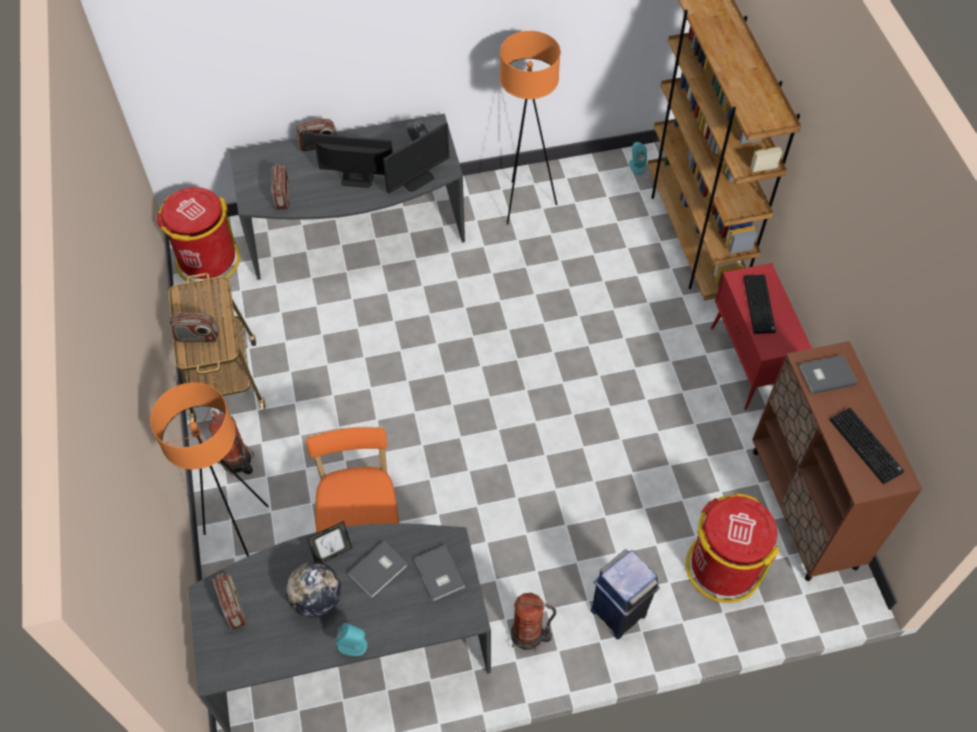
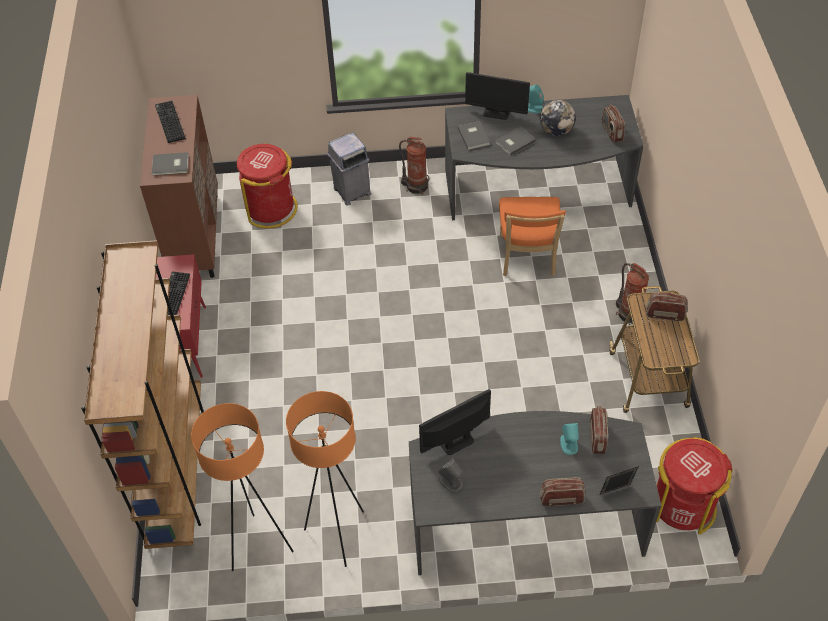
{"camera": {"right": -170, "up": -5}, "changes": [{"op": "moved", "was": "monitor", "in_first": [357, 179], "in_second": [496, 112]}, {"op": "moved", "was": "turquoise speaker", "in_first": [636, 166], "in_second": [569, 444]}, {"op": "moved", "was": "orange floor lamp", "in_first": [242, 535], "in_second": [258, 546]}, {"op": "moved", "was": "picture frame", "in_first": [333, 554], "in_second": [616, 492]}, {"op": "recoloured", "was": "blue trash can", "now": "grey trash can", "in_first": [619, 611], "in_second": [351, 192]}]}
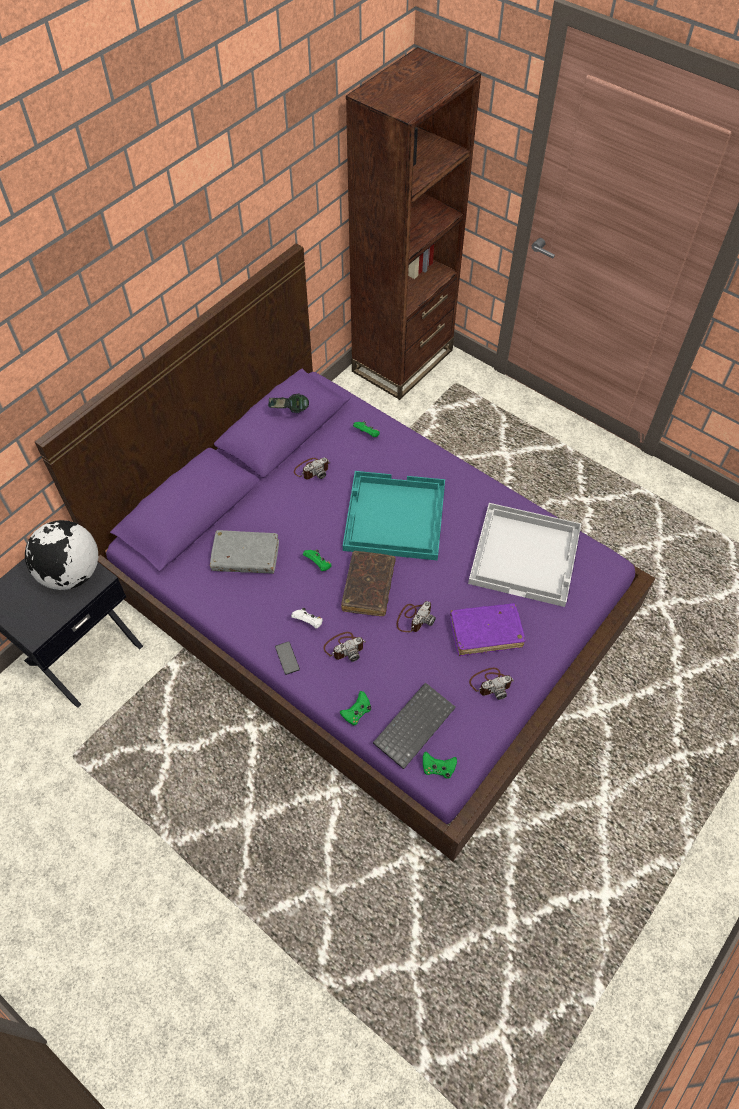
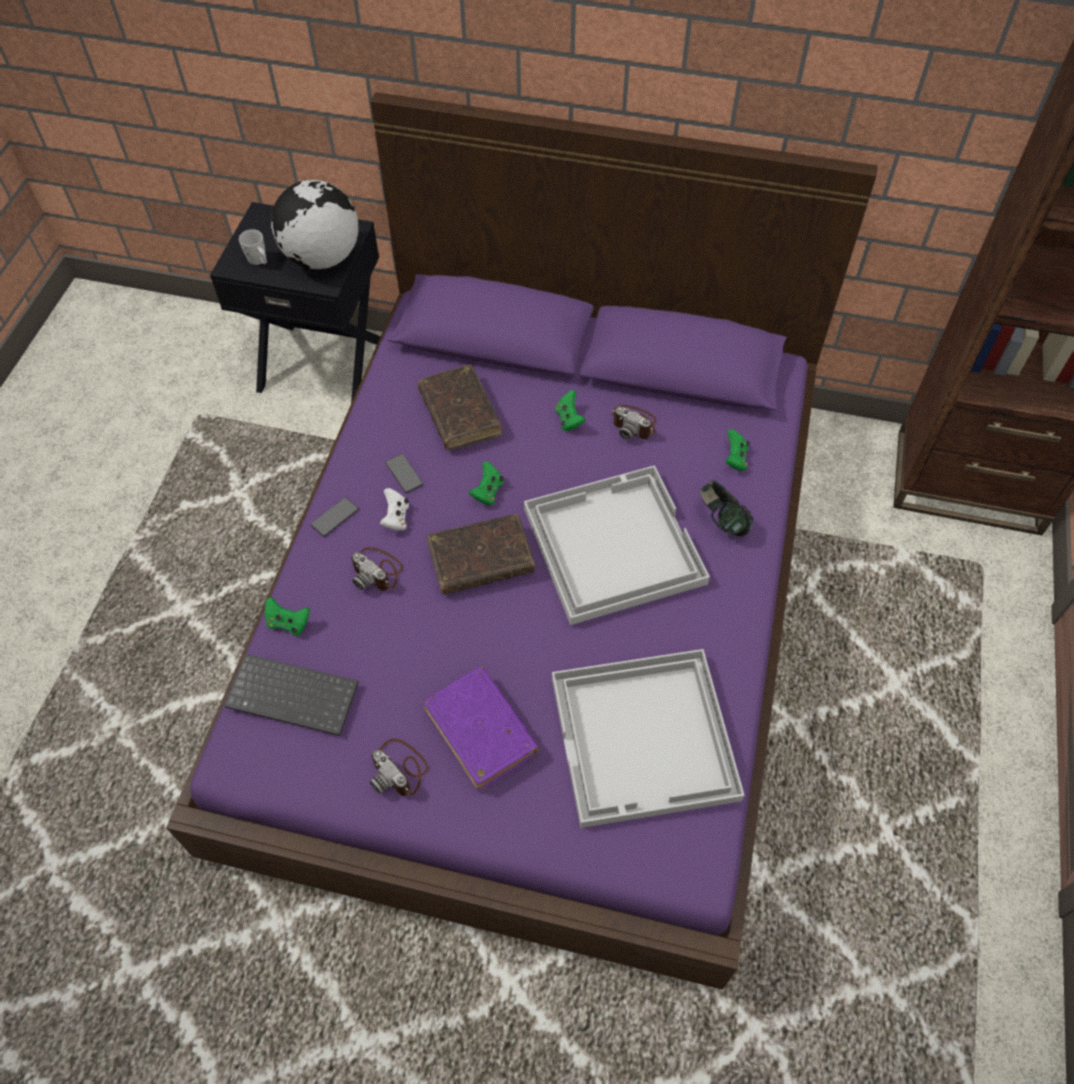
{"camera": {"right": 65, "up": 0}, "changes": [{"op": "moved", "was": "headphones", "in_first": [289, 412], "in_second": [722, 520]}, {"op": "recoloured", "was": "turquoise tray", "now": "white tray", "in_first": [393, 517], "in_second": [611, 545]}, {"op": "recoloured", "was": "grey book", "now": "brown book", "in_first": [245, 556], "in_second": [459, 414]}, {"op": "removed", "was": "photo camera", "in_first": [414, 618]}, {"op": "moved", "was": "green game controller", "in_first": [438, 768], "in_second": [569, 419]}, {"op": "added", "now": "white mug", "in_second": [259, 261]}, {"op": "added", "now": "phone", "in_second": [404, 474]}]}
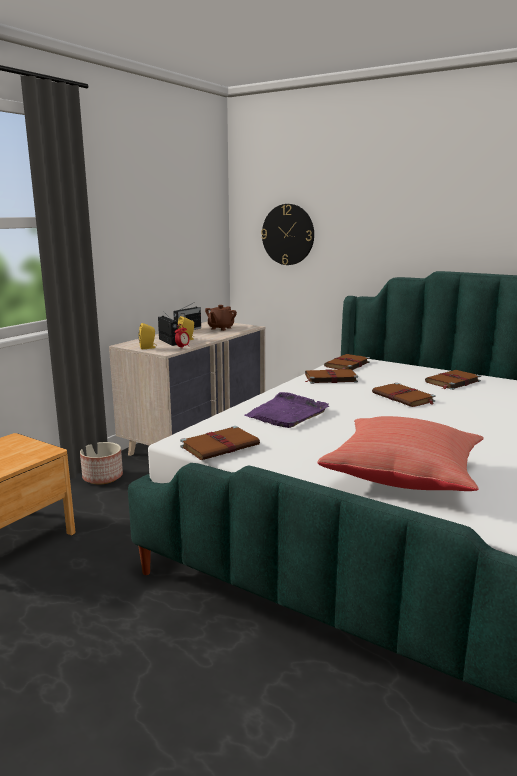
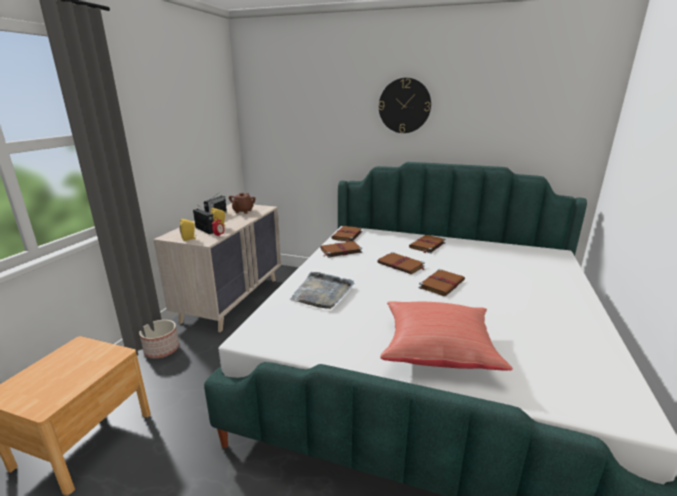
{"camera": {"right": -15, "up": 5}, "changes": [{"op": "moved", "was": "wall clock", "in_first": [288, 234], "in_second": [404, 106]}, {"op": "recoloured", "was": "purple tray", "now": "grey tray", "in_first": [287, 413], "in_second": [322, 292]}, {"op": "moved", "was": "brown book", "in_first": [221, 446], "in_second": [442, 284]}]}
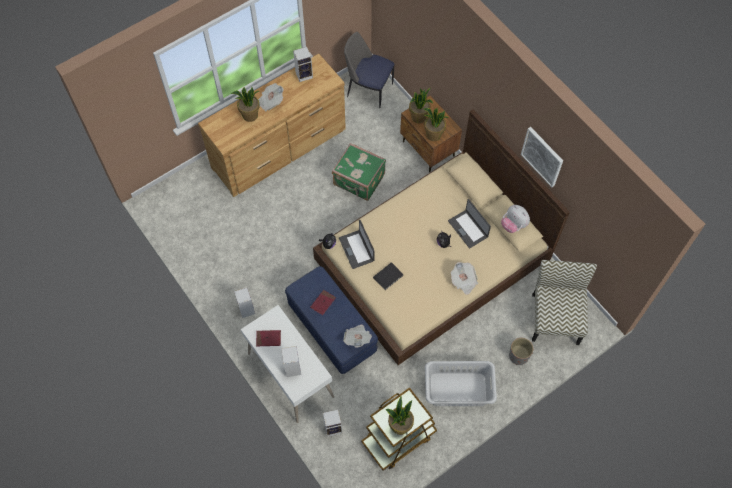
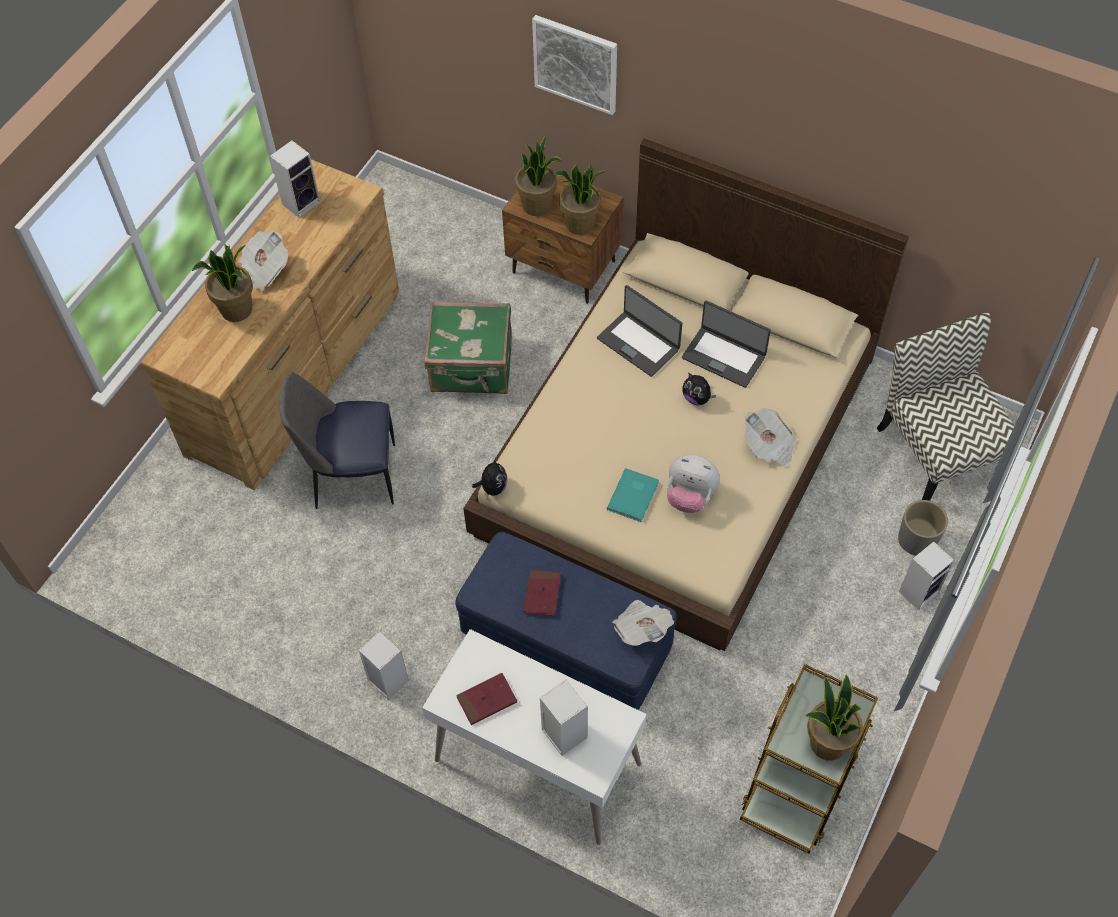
{"camera": {"right": -25, "up": -5}, "changes": [{"op": "moved", "was": "chair", "in_first": [368, 89], "in_second": [352, 475]}, {"op": "moved", "was": "picture", "in_first": [542, 156], "in_second": [576, 63]}, {"op": "moved", "was": "plush toy", "in_first": [513, 225], "in_second": [690, 496]}, {"op": "moved", "was": "laptop", "in_first": [357, 249], "in_second": [639, 343]}, {"op": "recoloured", "was": "black book", "now": "turquoise book", "in_first": [389, 276], "in_second": [634, 496]}, {"op": "removed", "was": "grey laundry basket", "in_first": [458, 389]}, {"op": "moved", "was": "speaker", "in_first": [333, 428], "in_second": [919, 591]}]}
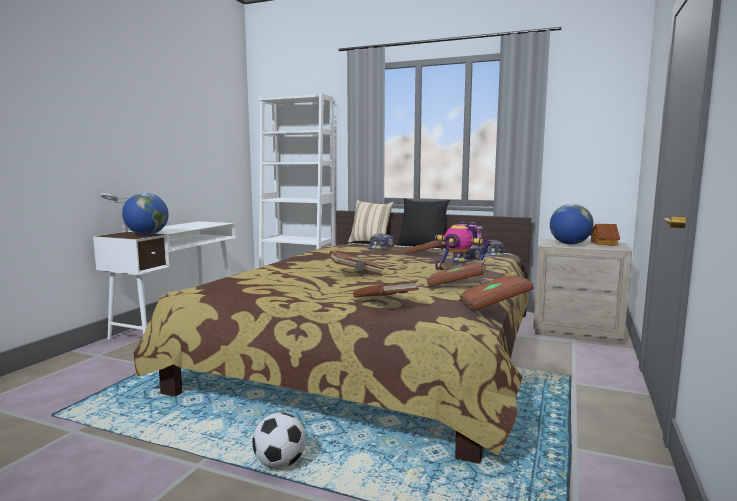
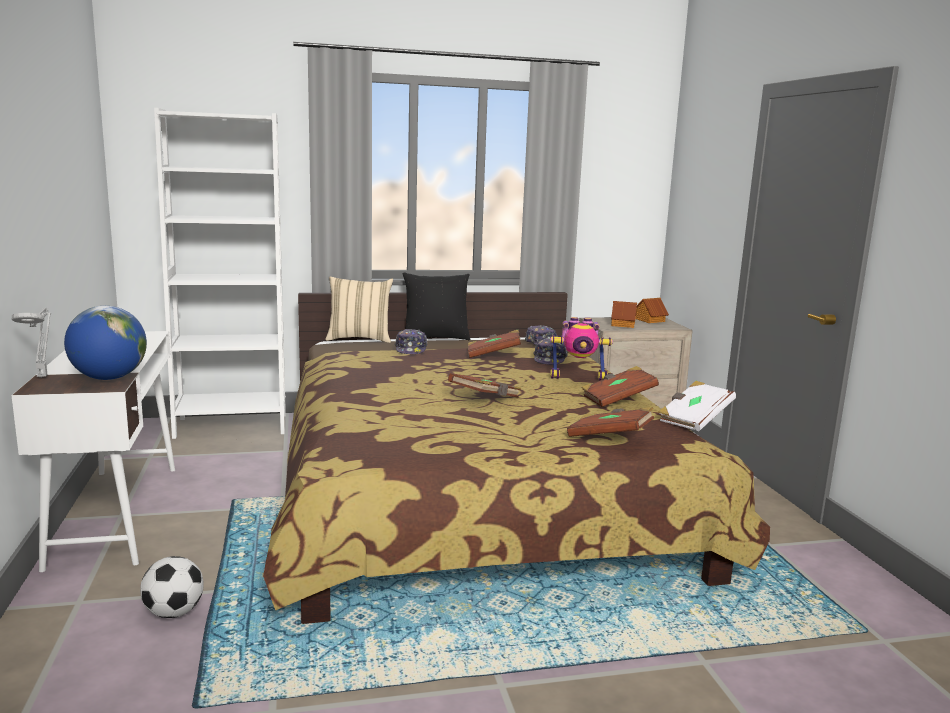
{"camera": {"right": -35, "up": 5}, "changes": [{"op": "replaced", "was": "globe", "now": "toy house", "in_first": [570, 244], "in_second": [623, 324]}, {"op": "recoloured", "was": "brown book", "now": "white book", "in_first": [492, 304], "in_second": [694, 420]}, {"op": "moved", "was": "football", "in_first": [280, 463], "in_second": [174, 613]}]}
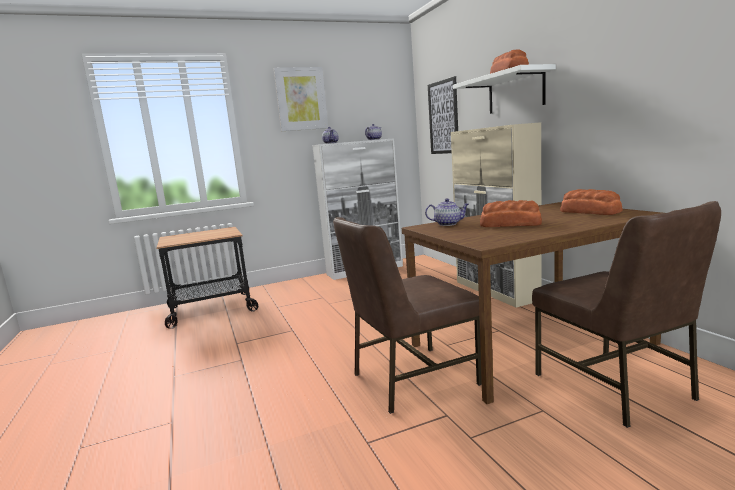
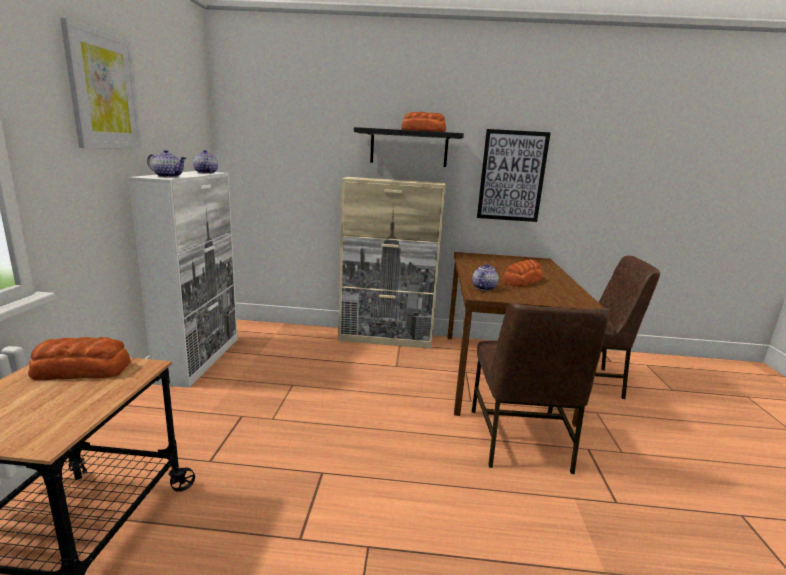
{"camera": {"right": -65, "up": 5}, "changes": [{"op": "recoloured", "was": "white shelf", "now": "black shelf", "in_first": [515, 92], "in_second": [409, 148]}, {"op": "moved", "was": "picture", "in_first": [443, 117], "in_second": [512, 176]}, {"op": "moved", "was": "bread", "in_first": [589, 212], "in_second": [81, 370]}]}
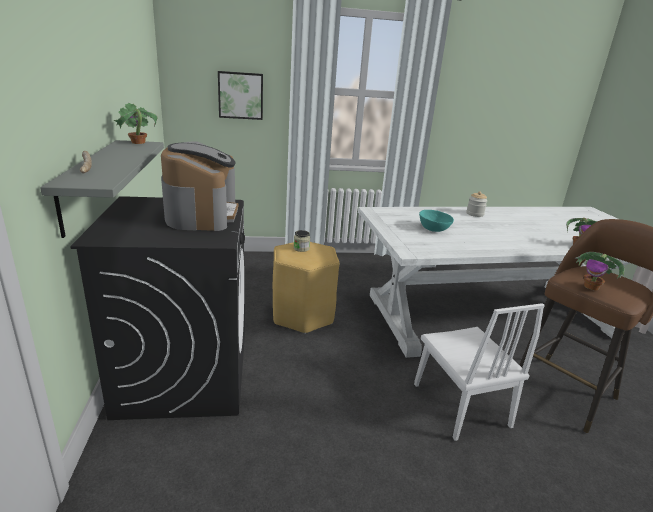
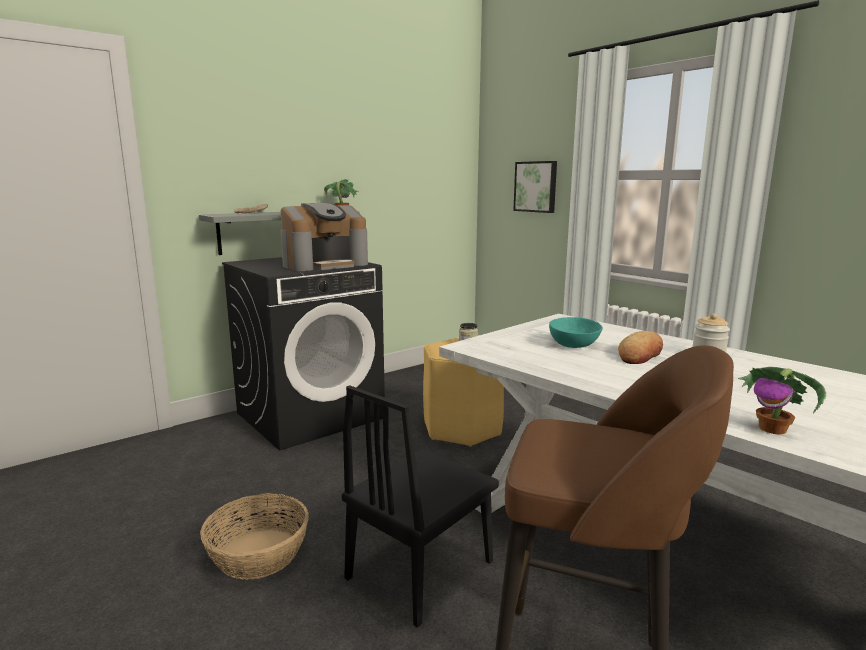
{"camera": {"right": 60, "up": -10}, "changes": [{"op": "removed", "was": "potted plant", "in_first": [591, 287]}, {"op": "recoloured", "was": "white chair", "now": "black chair", "in_first": [460, 404], "in_second": [420, 569]}, {"op": "added", "now": "bread", "in_second": [641, 354]}, {"op": "added", "now": "basket", "in_second": [258, 553]}]}
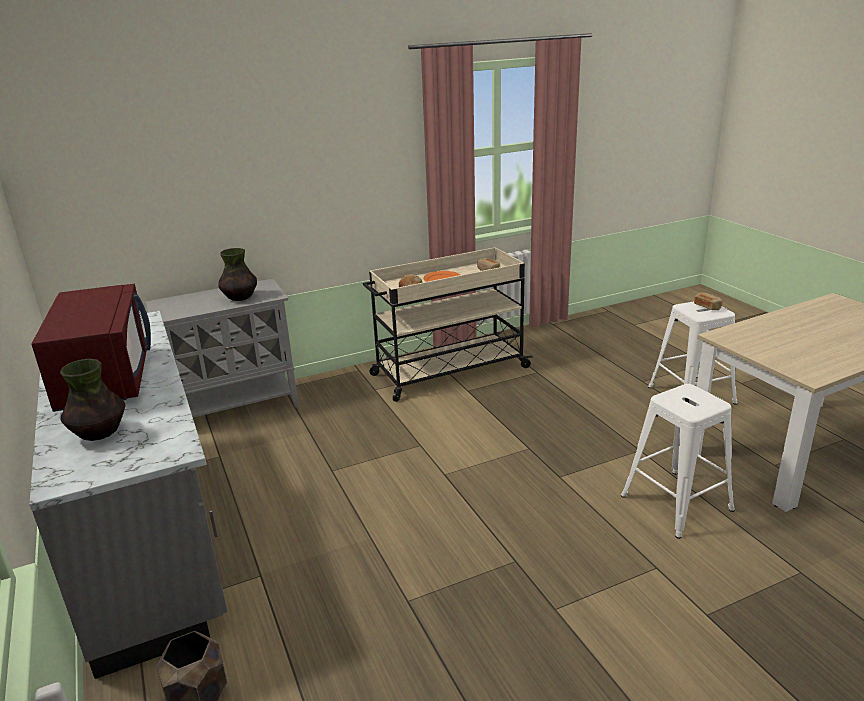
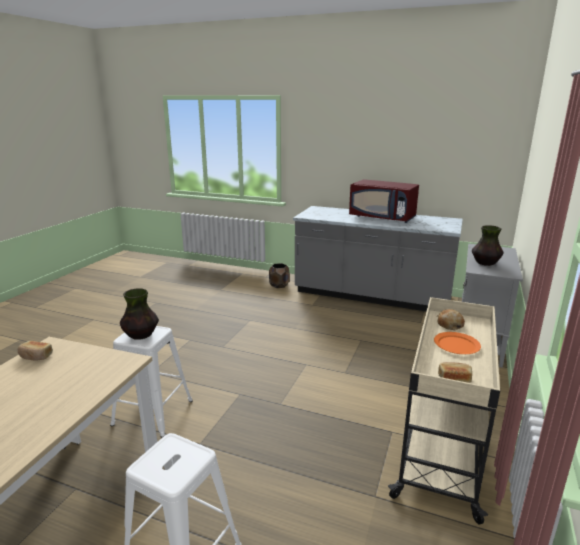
{"camera": {"right": 135, "up": -5}, "changes": [{"op": "moved", "was": "bread", "in_first": [707, 306], "in_second": [36, 356]}, {"op": "moved", "was": "vase", "in_first": [100, 433], "in_second": [141, 335]}]}
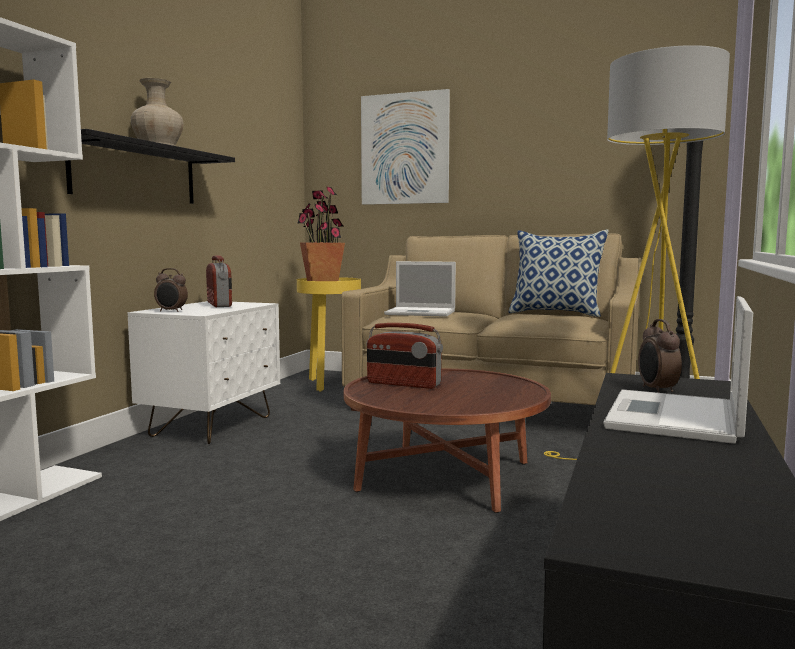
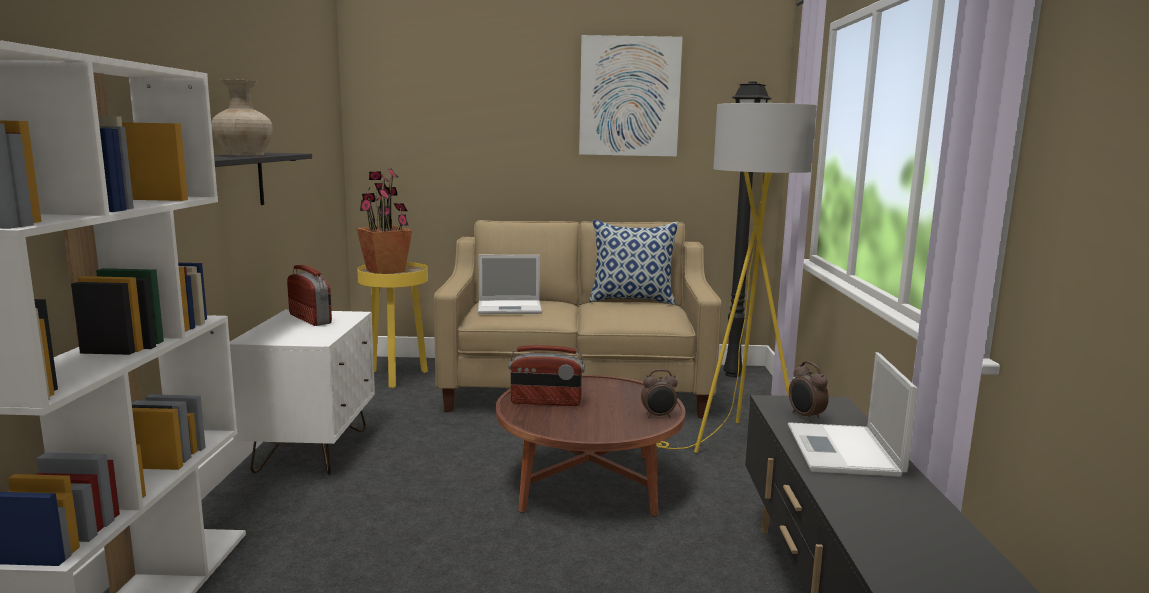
{"camera": {"right": -20, "up": 5}, "changes": [{"op": "moved", "was": "picture", "in_first": [404, 149], "in_second": [629, 96]}, {"op": "moved", "was": "alarm clock", "in_first": [171, 311], "in_second": [658, 416]}]}
